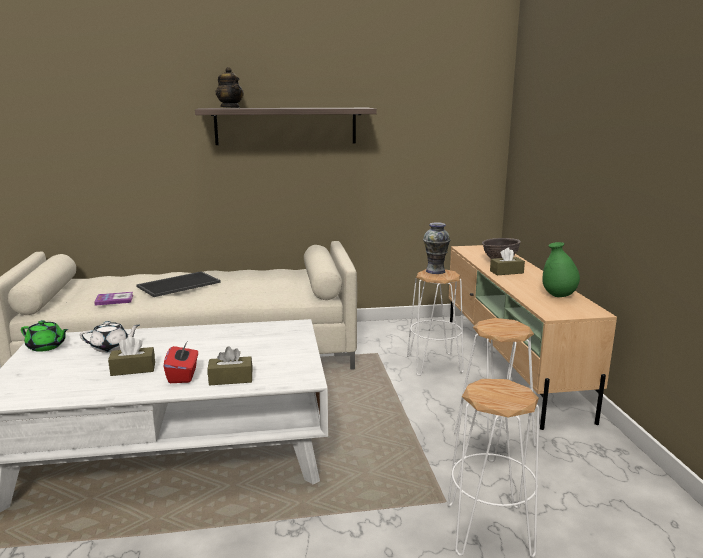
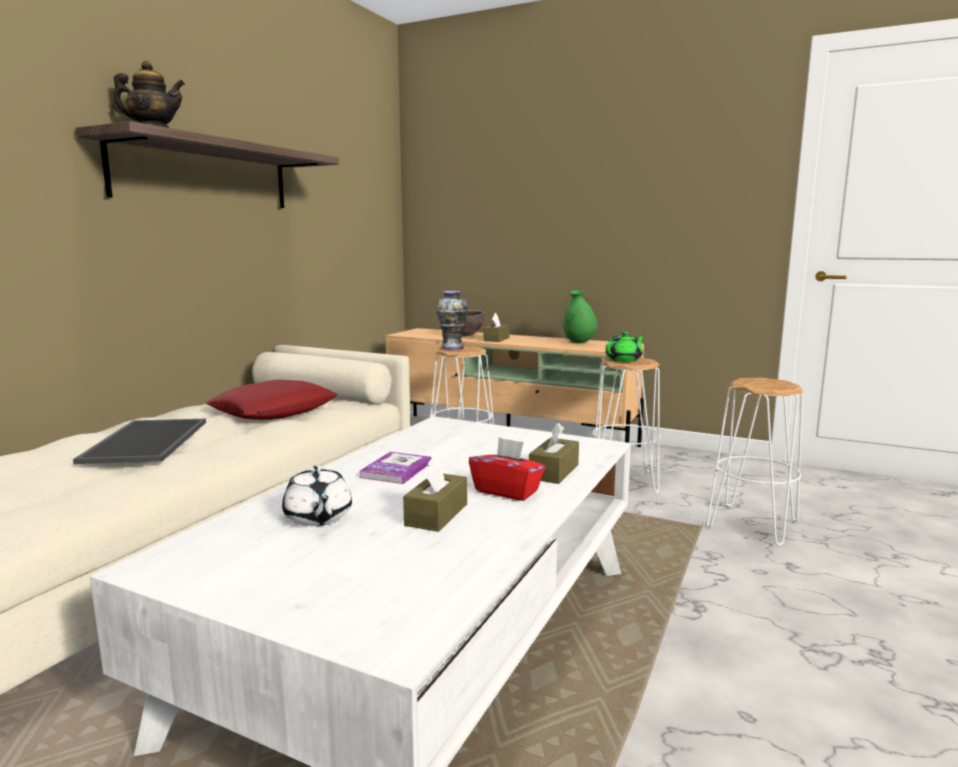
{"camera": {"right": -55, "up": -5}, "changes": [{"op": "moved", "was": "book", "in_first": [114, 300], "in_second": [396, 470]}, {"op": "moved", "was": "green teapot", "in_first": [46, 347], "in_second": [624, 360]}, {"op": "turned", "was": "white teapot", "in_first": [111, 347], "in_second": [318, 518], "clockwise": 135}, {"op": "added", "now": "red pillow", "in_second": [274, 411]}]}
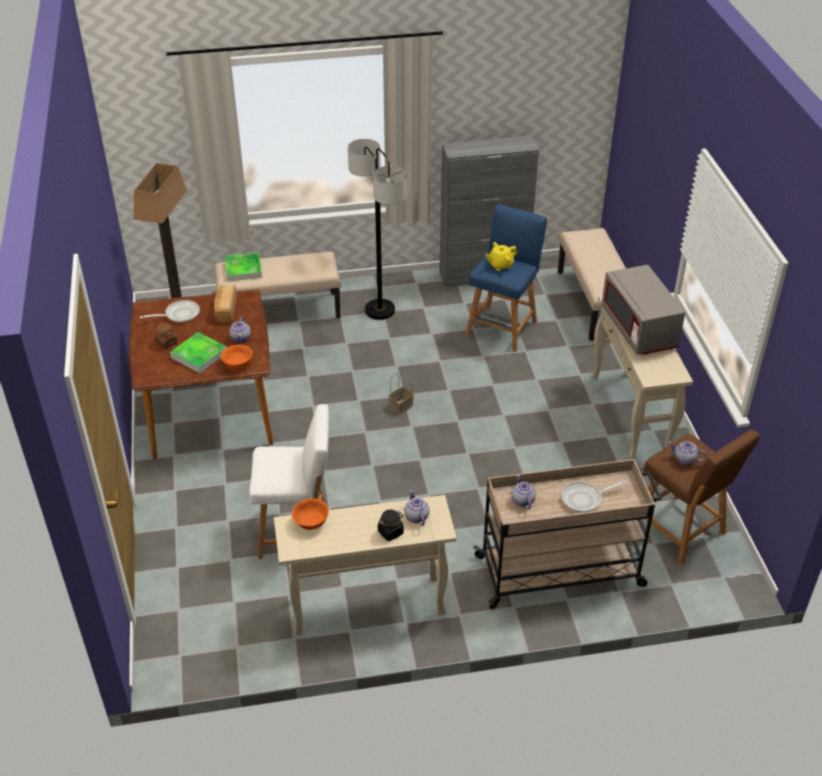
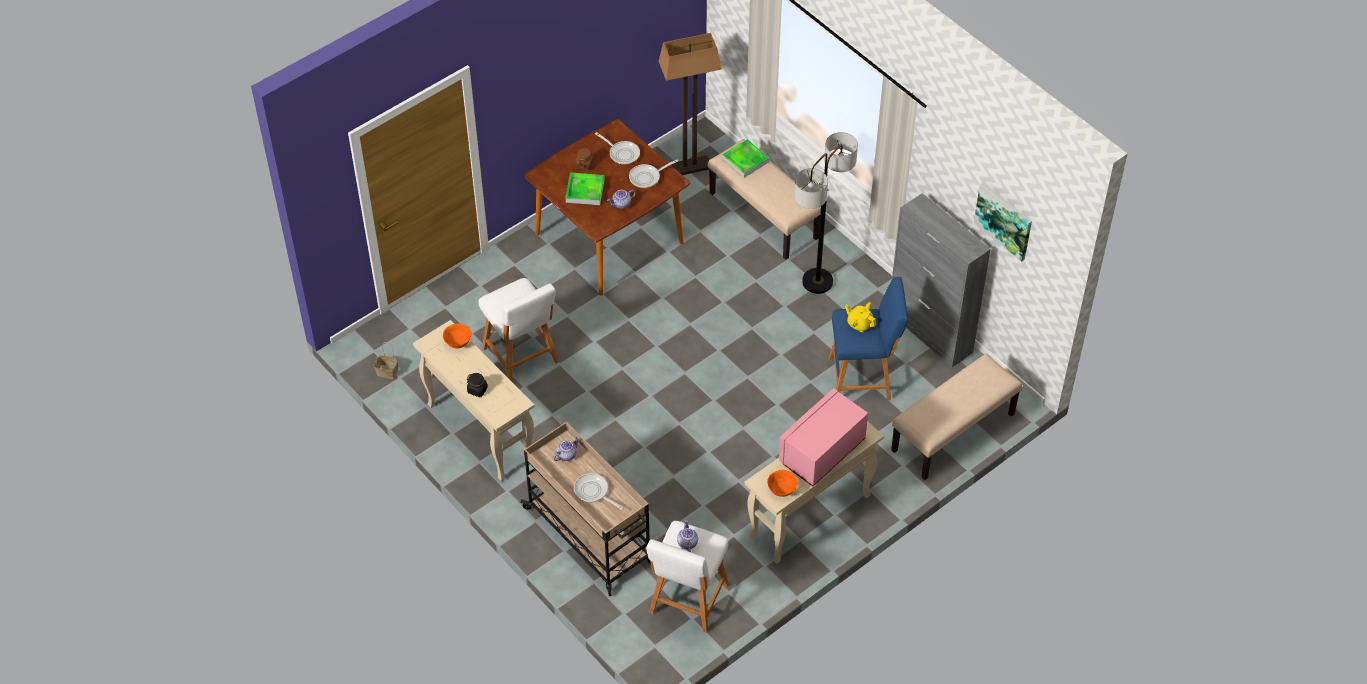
{"camera": {"right": 60, "up": 10}, "changes": [{"op": "recoloured", "was": "grey microwave", "now": "pink microwave", "in_first": [638, 329], "in_second": [821, 452]}, {"op": "replaced", "was": "bread", "now": "frying pan", "in_first": [225, 311], "in_second": [647, 177]}, {"op": "moved", "was": "orange bowl", "in_first": [237, 365], "in_second": [781, 489]}, {"op": "moved", "was": "basket", "in_first": [400, 407], "in_second": [386, 372]}, {"op": "recoloured", "was": "brown stool", "now": "white stool", "in_first": [682, 531], "in_second": [687, 602]}, {"op": "removed", "was": "teapot", "in_first": [416, 517]}, {"op": "added", "now": "picture", "in_second": [1004, 220]}]}
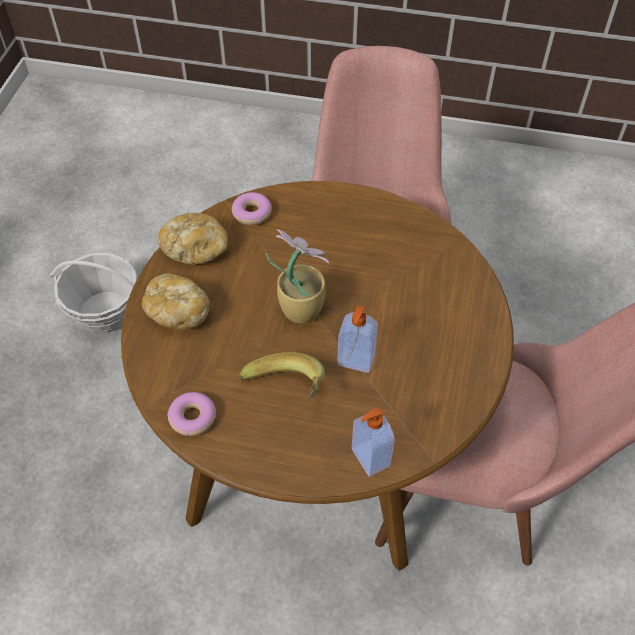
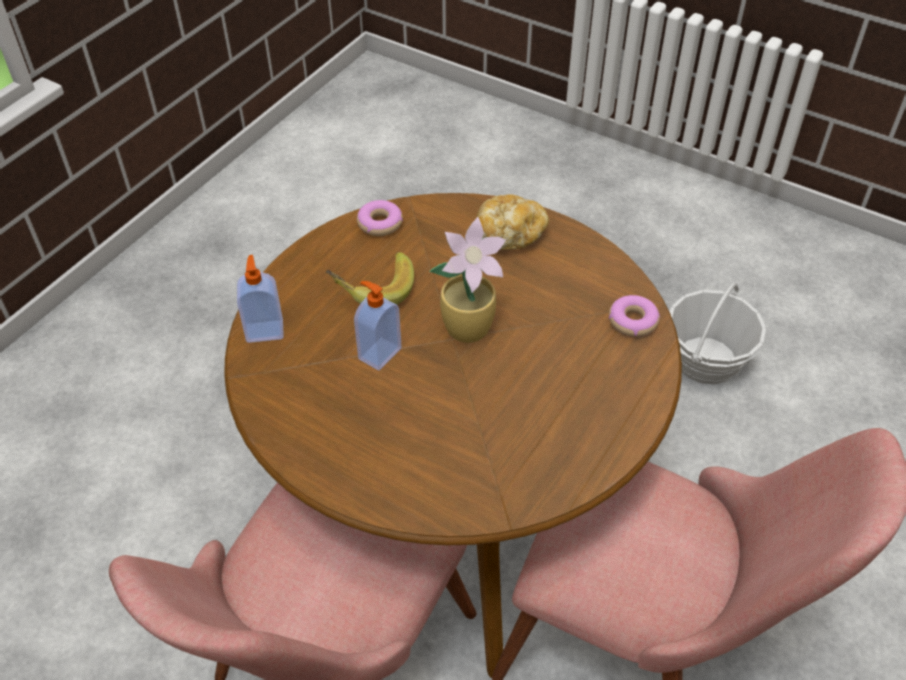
{"camera": {"right": 110, "up": -5}, "changes": [{"op": "removed", "was": "bread", "in_first": [196, 249]}]}
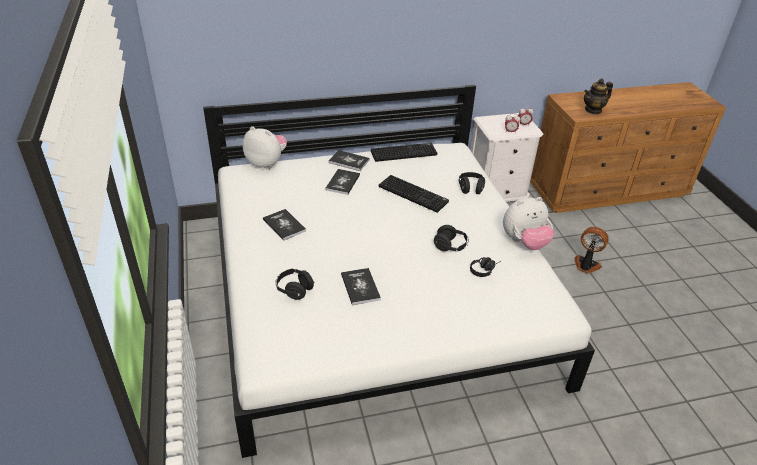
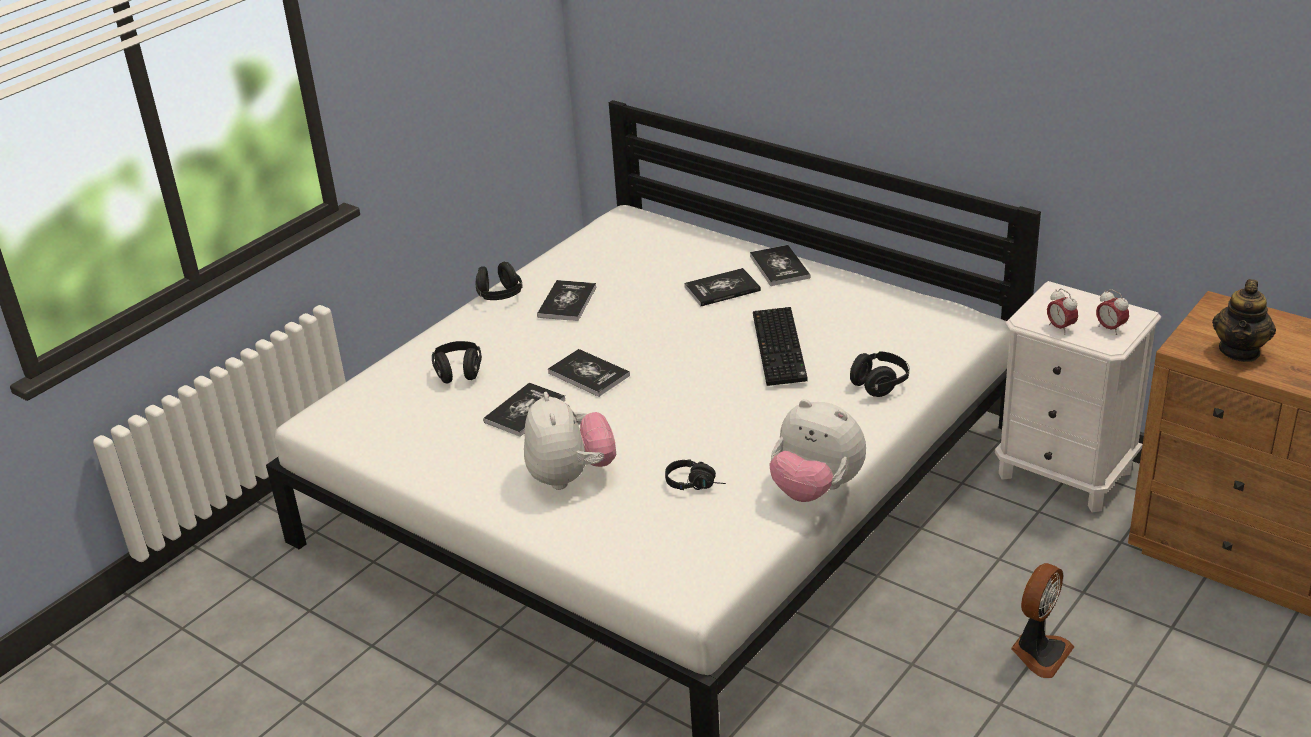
{"camera": {"right": 55, "up": -5}, "changes": [{"op": "turned", "was": "teapot", "in_first": [593, 110], "in_second": [1240, 351], "clockwise": -90}, {"op": "moved", "was": "plush toy", "in_first": [267, 163], "in_second": [570, 476]}, {"op": "removed", "was": "keyboard", "in_first": [404, 152]}, {"op": "moved", "was": "black headphones", "in_first": [450, 246], "in_second": [500, 296]}, {"op": "turned", "was": "fan", "in_first": [586, 266], "in_second": [1039, 652], "clockwise": 45}, {"op": "added", "now": "book", "in_second": [589, 374]}]}
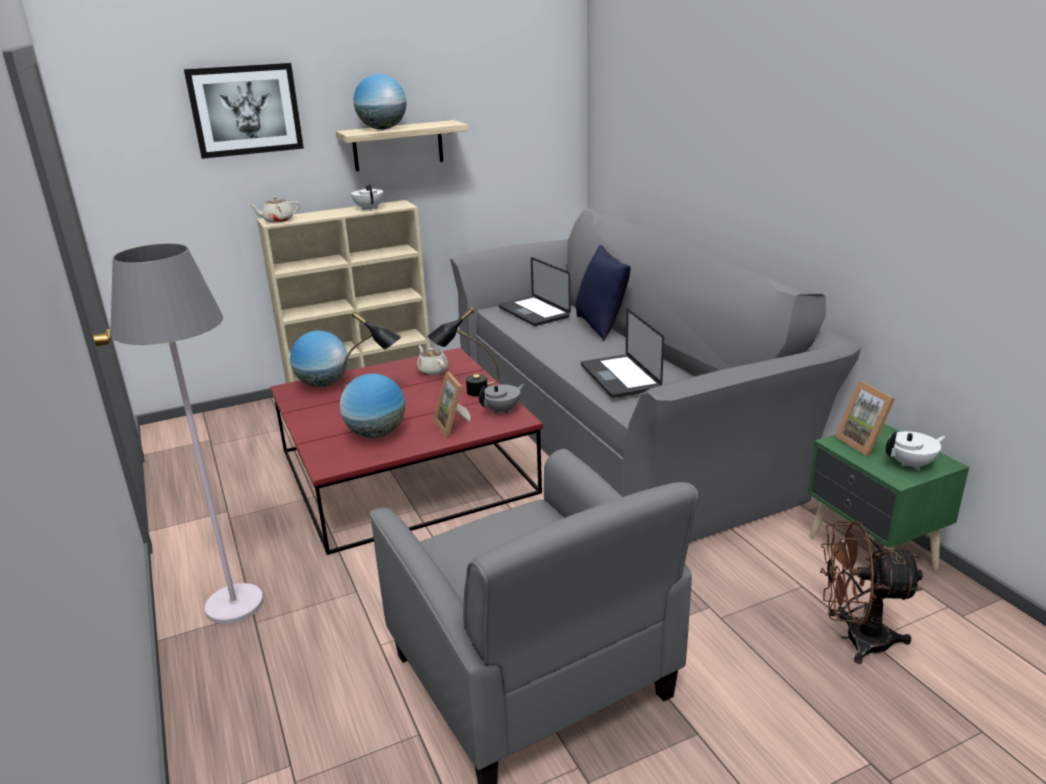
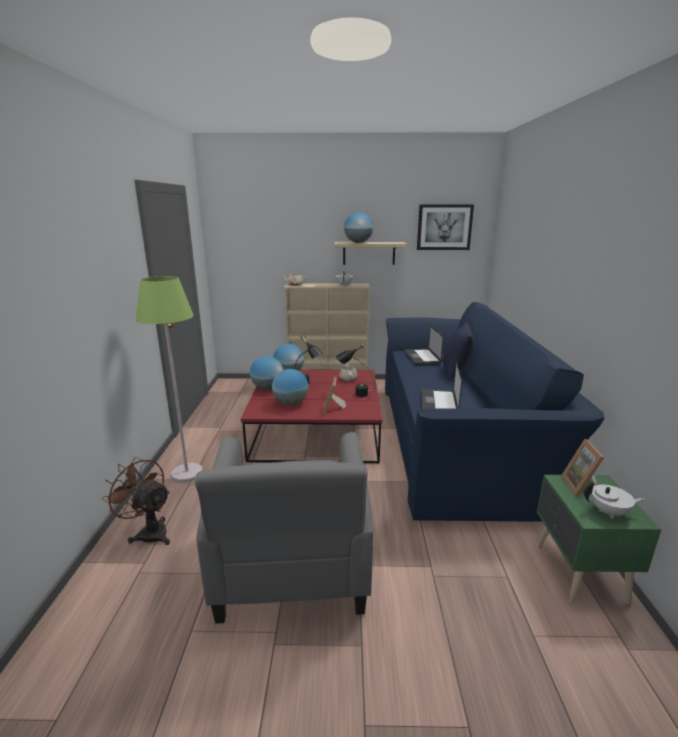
{"camera": {"right": 25, "up": -5}, "changes": [{"op": "moved", "was": "picture", "in_first": [245, 110], "in_second": [444, 227]}, {"op": "recoloured", "was": "grey sofa", "now": "blue sofa", "in_first": [621, 426], "in_second": [457, 438]}, {"op": "recoloured", "was": "grey floor lamp", "now": "green floor lamp", "in_first": [234, 604], "in_second": [187, 473]}, {"op": "removed", "was": "grey teapot", "in_first": [502, 410]}, {"op": "moved", "was": "brown fan", "in_first": [855, 639], "in_second": [149, 532]}, {"op": "added", "now": "globe", "in_second": [267, 388]}]}
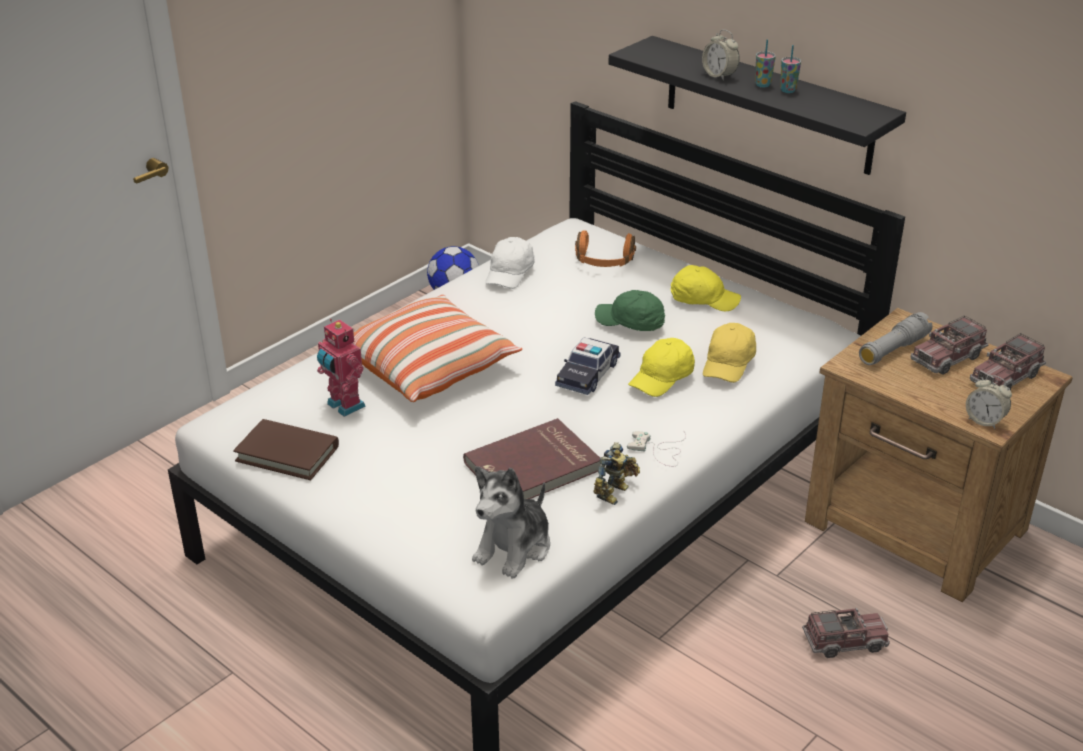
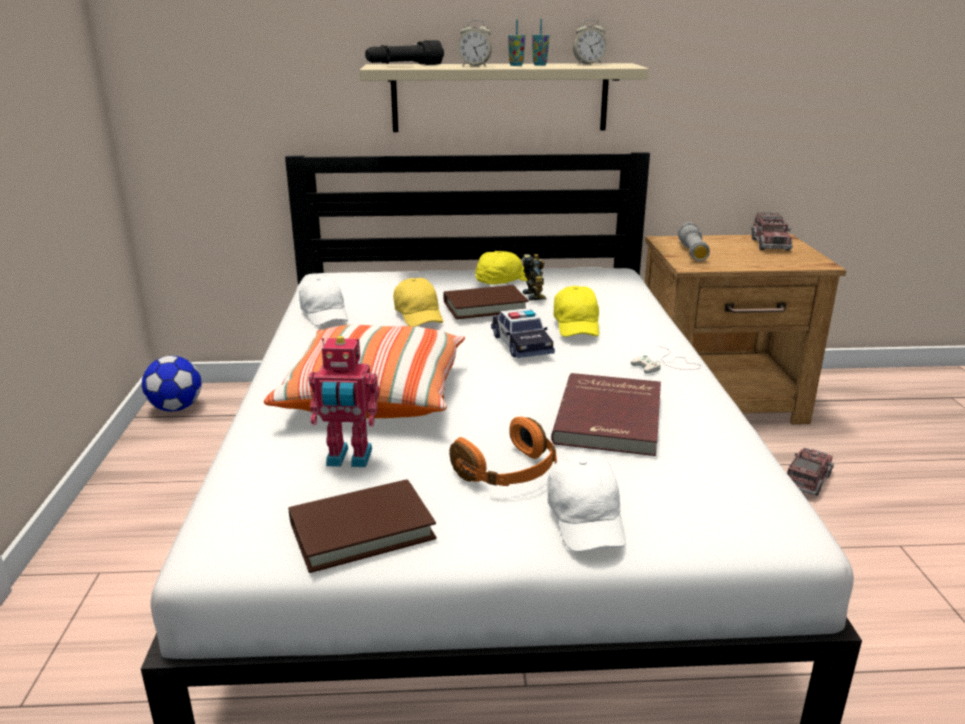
{"camera": {"right": -45, "up": -10}, "changes": [{"op": "recoloured", "was": "black shelf", "now": "beige shelf", "in_first": [768, 105], "in_second": [500, 97]}, {"op": "moved", "was": "orange headphones", "in_first": [604, 262], "in_second": [508, 473]}, {"op": "replaced", "was": "green cap", "now": "brown book", "in_first": [630, 322], "in_second": [485, 306]}, {"op": "removed", "was": "toy truck", "in_first": [947, 357]}, {"op": "moved", "was": "yellow cap", "in_first": [728, 363], "in_second": [419, 315]}, {"op": "moved", "was": "alarm clock", "in_first": [984, 421], "in_second": [588, 64]}, {"op": "moved", "was": "toy robot", "in_first": [616, 493], "in_second": [536, 295]}, {"op": "removed", "was": "plush toy", "in_first": [514, 548]}, {"op": "added", "now": "black flashlight", "in_second": [404, 66]}, {"op": "added", "now": "white cap", "in_second": [586, 519]}]}
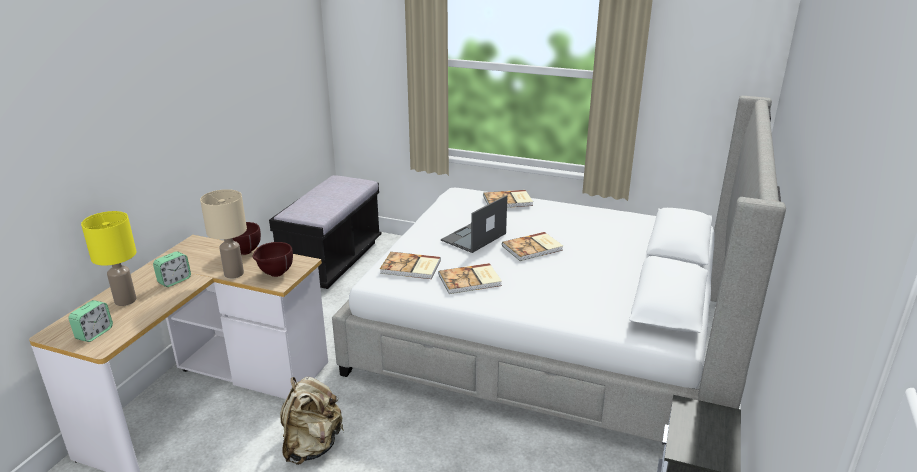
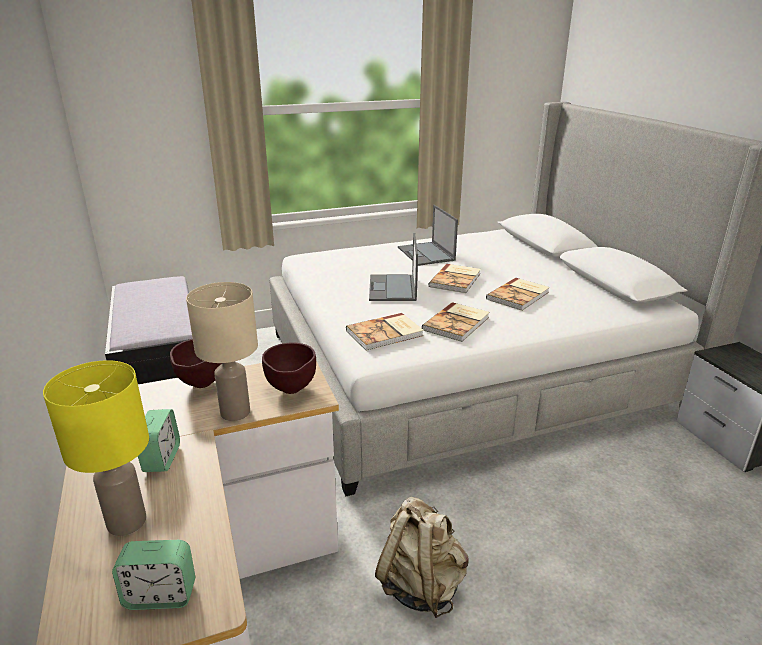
{"camera": {"right": -40, "up": 0}, "changes": [{"op": "moved", "was": "book", "in_first": [508, 201], "in_second": [519, 296]}, {"op": "turned", "was": "alarm clock", "in_first": [94, 333], "in_second": [160, 595], "clockwise": 105}, {"op": "added", "now": "laptop", "in_second": [426, 254]}]}
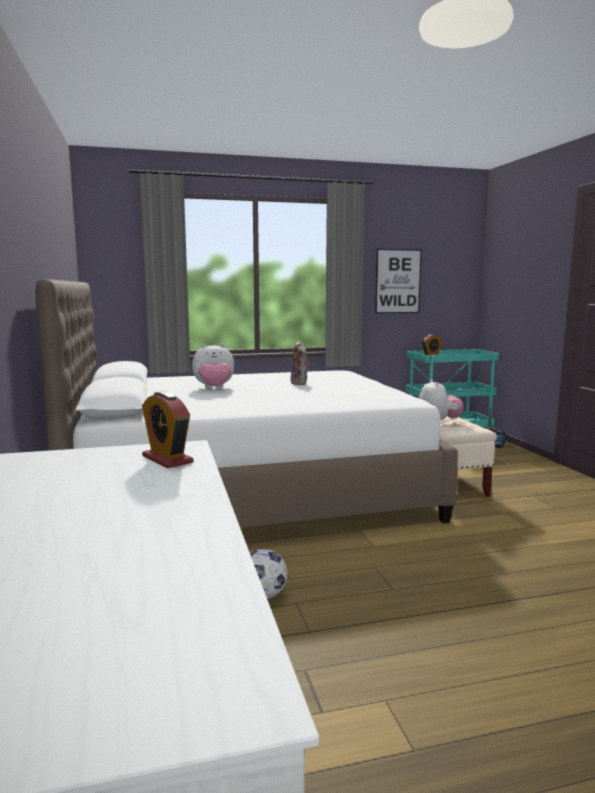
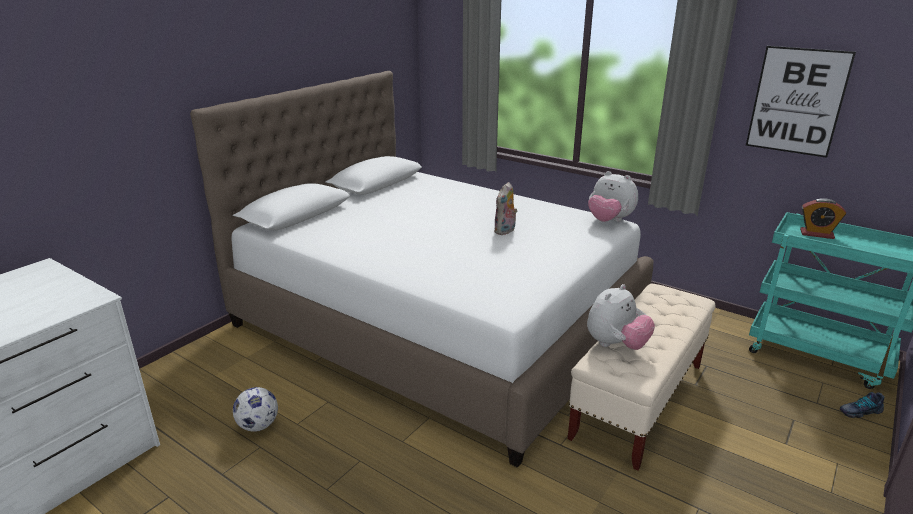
{"camera": {"right": 50, "up": 15}, "changes": [{"op": "moved", "was": "plush toy", "in_first": [214, 389], "in_second": [609, 221]}, {"op": "removed", "was": "alarm clock", "in_first": [167, 459]}]}
